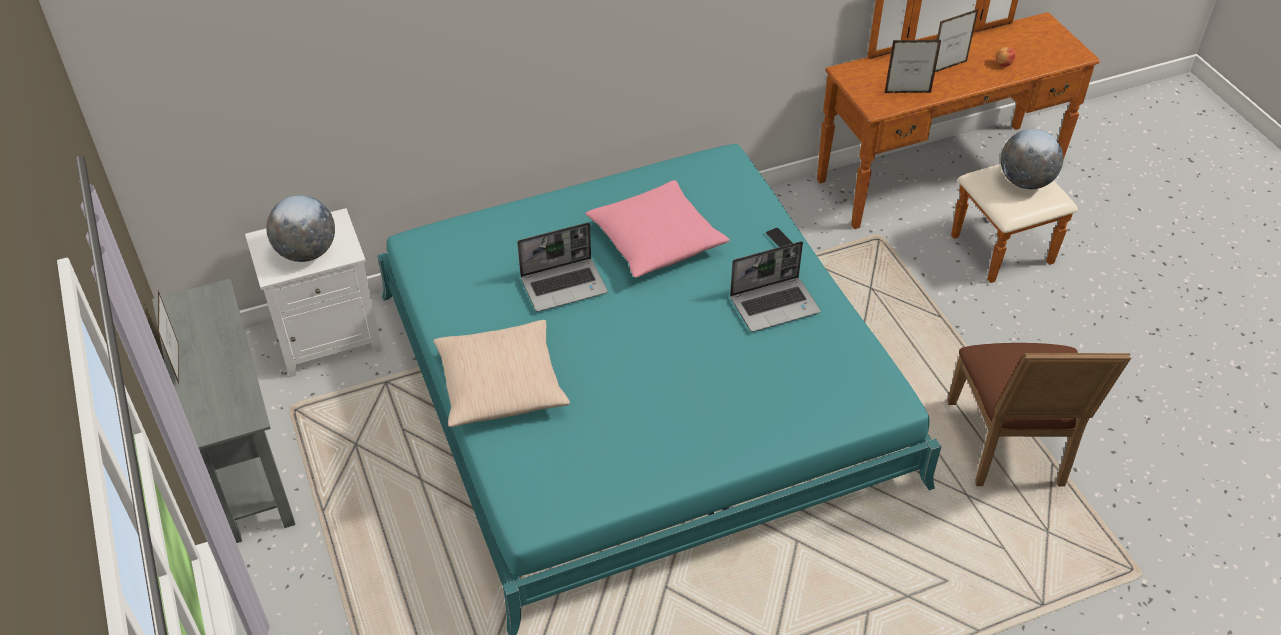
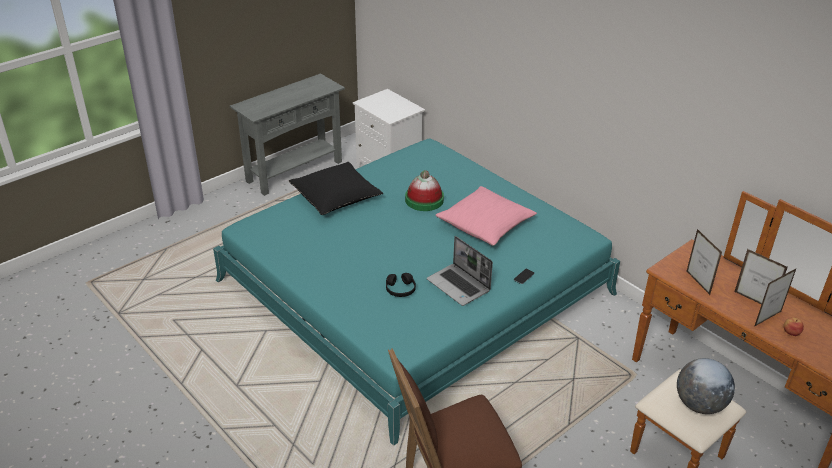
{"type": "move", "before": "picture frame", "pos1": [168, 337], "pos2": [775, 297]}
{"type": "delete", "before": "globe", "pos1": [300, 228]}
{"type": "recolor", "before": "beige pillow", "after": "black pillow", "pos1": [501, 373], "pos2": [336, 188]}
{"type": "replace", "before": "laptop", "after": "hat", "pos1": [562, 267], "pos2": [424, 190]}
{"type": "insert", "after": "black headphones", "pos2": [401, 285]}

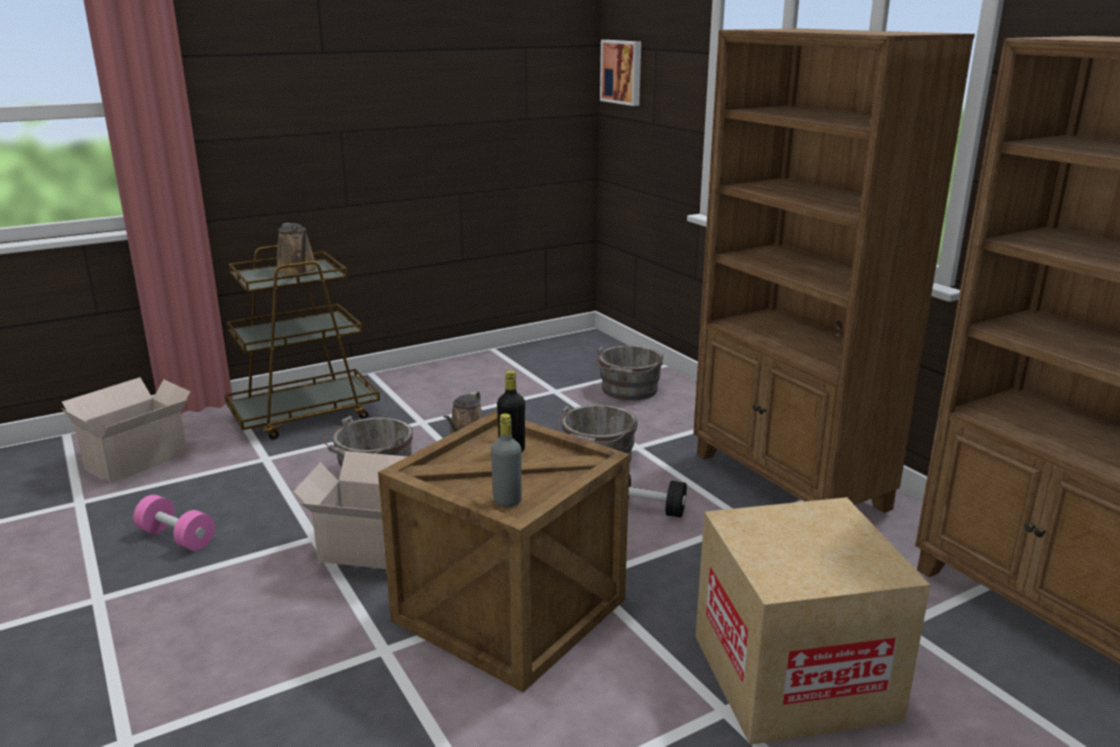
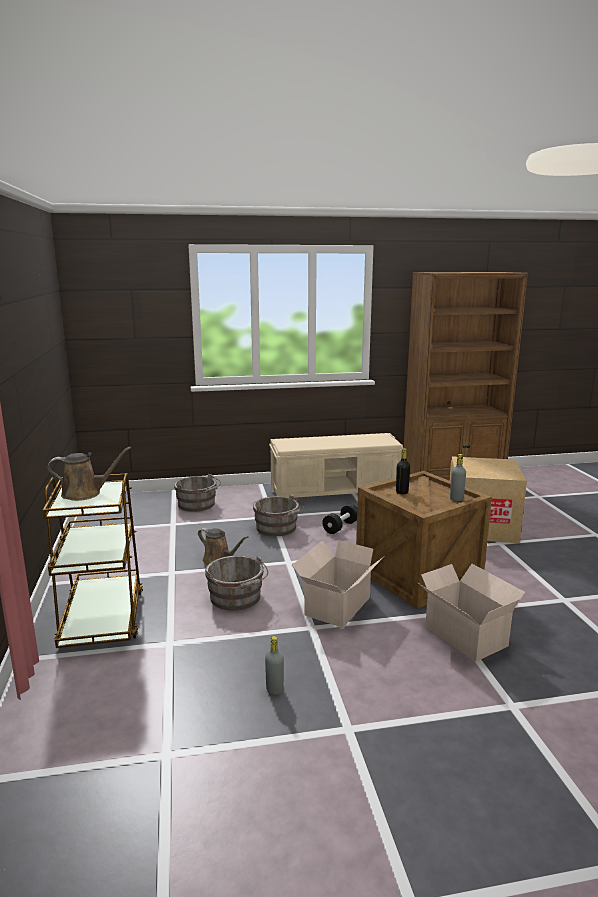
{"type": "move", "before": "cardboard box", "pos1": [126, 430], "pos2": [471, 613]}
{"type": "replace", "before": "pink dumbbell", "after": "grey bottle", "pos1": [174, 523], "pos2": [274, 665]}
{"type": "delete", "before": "picture", "pos1": [620, 73]}
{"type": "replace", "before": "brown bookcase", "after": "beige bench", "pos1": [834, 271], "pos2": [336, 465]}

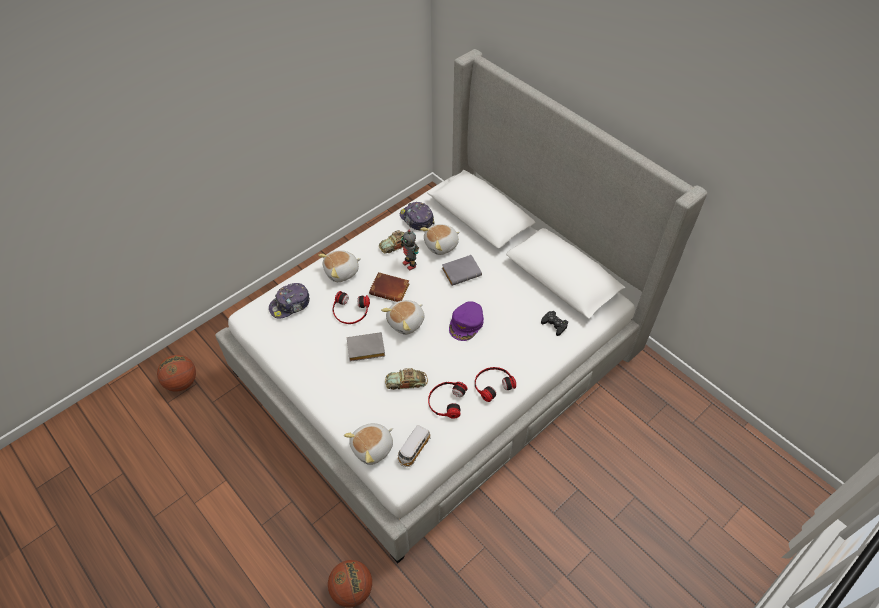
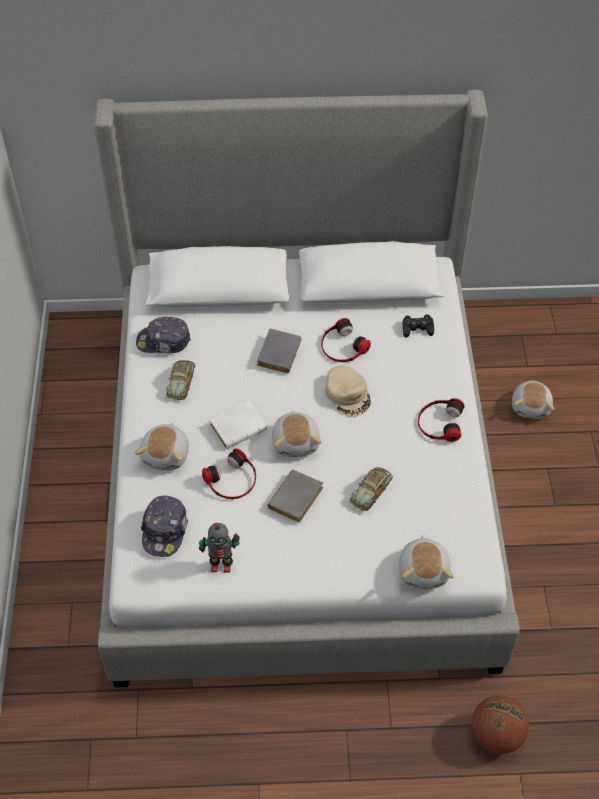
{"type": "delete", "before": "basketball", "pos1": [176, 373]}
{"type": "recolor", "before": "brown book", "after": "white book", "pos1": [389, 287], "pos2": [238, 425]}
{"type": "delete", "before": "toy car", "pos1": [414, 446]}
{"type": "move", "before": "toy robot", "pos1": [410, 250], "pos2": [219, 548]}
{"type": "move", "before": "plush toy", "pos1": [440, 239], "pos2": [533, 399]}
{"type": "move", "before": "headphones", "pos1": [448, 400], "pos2": [346, 340]}
{"type": "recolor", "before": "purple cap", "after": "beige cap", "pos1": [466, 321], "pos2": [348, 391]}

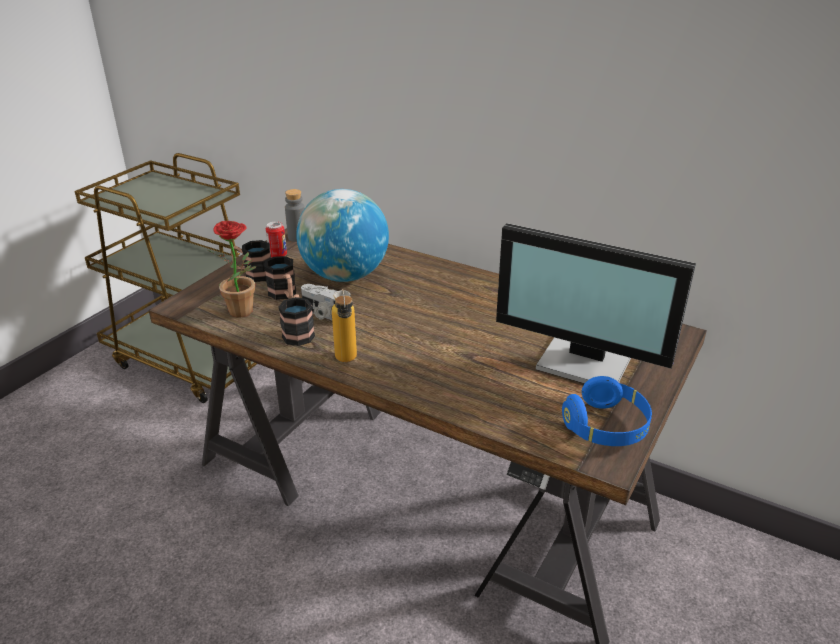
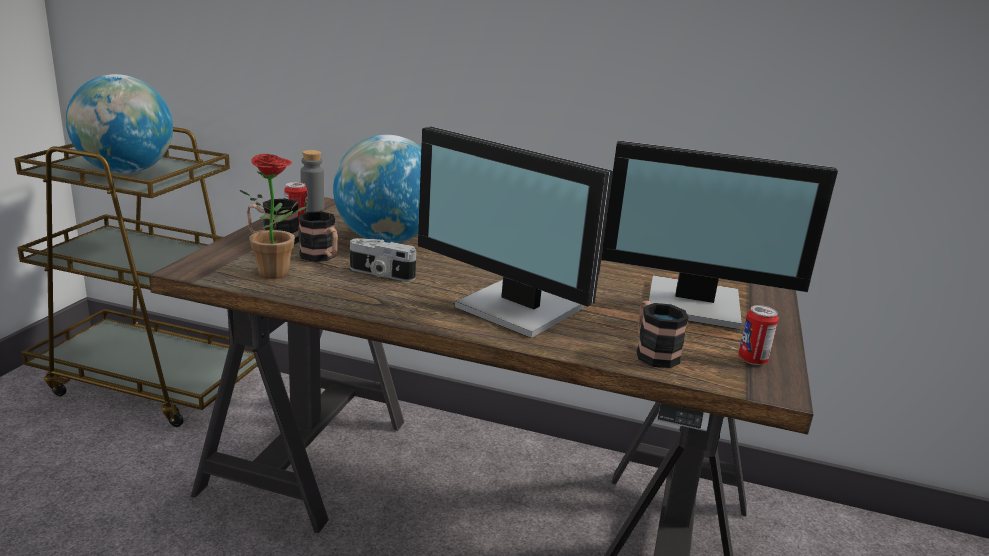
{"type": "move", "before": "mug", "pos1": [297, 320], "pos2": [662, 334]}
{"type": "delete", "before": "bottle", "pos1": [344, 325]}
{"type": "replace", "before": "blue headphones", "after": "can", "pos1": [607, 411], "pos2": [758, 335]}
{"type": "insert", "after": "globe", "pos2": [119, 123]}
{"type": "insert", "after": "monitor", "pos2": [515, 232]}

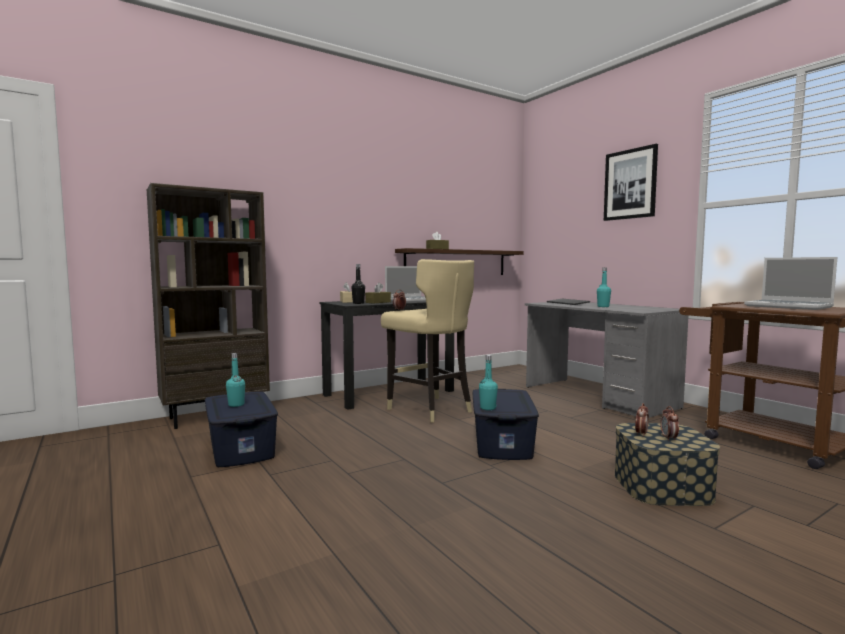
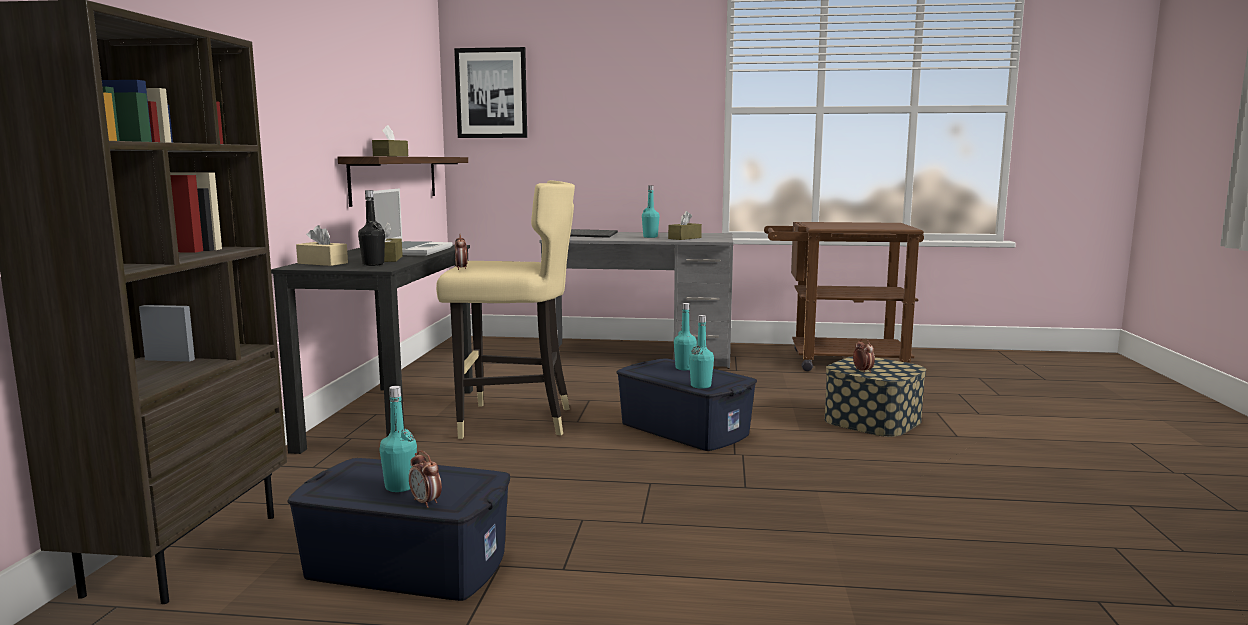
{"type": "move", "before": "picture", "pos1": [631, 182], "pos2": [490, 92]}
{"type": "move", "before": "alarm clock", "pos1": [669, 423], "pos2": [425, 479]}
{"type": "delete", "before": "laptop", "pos1": [790, 283]}
{"type": "insert", "after": "brown tissue box", "pos2": [685, 225]}
{"type": "insert", "after": "turquoise bottle", "pos2": [685, 336]}

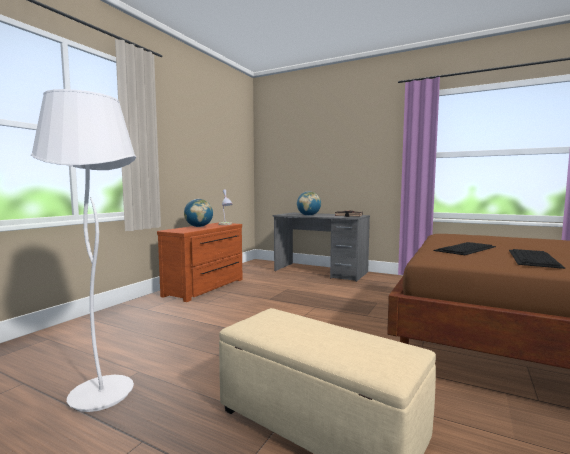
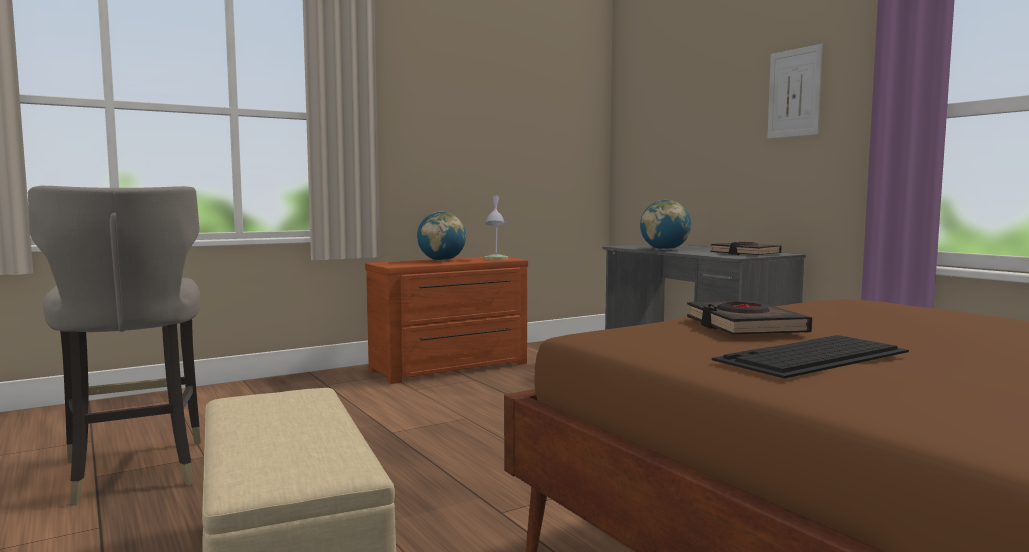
{"type": "replace", "before": "white floor lamp", "after": "grey stool", "pos1": [83, 250], "pos2": [114, 345]}
{"type": "replace", "before": "keyboard", "after": "black book", "pos1": [464, 248], "pos2": [749, 318]}
{"type": "insert", "after": "picture", "pos2": [795, 91]}

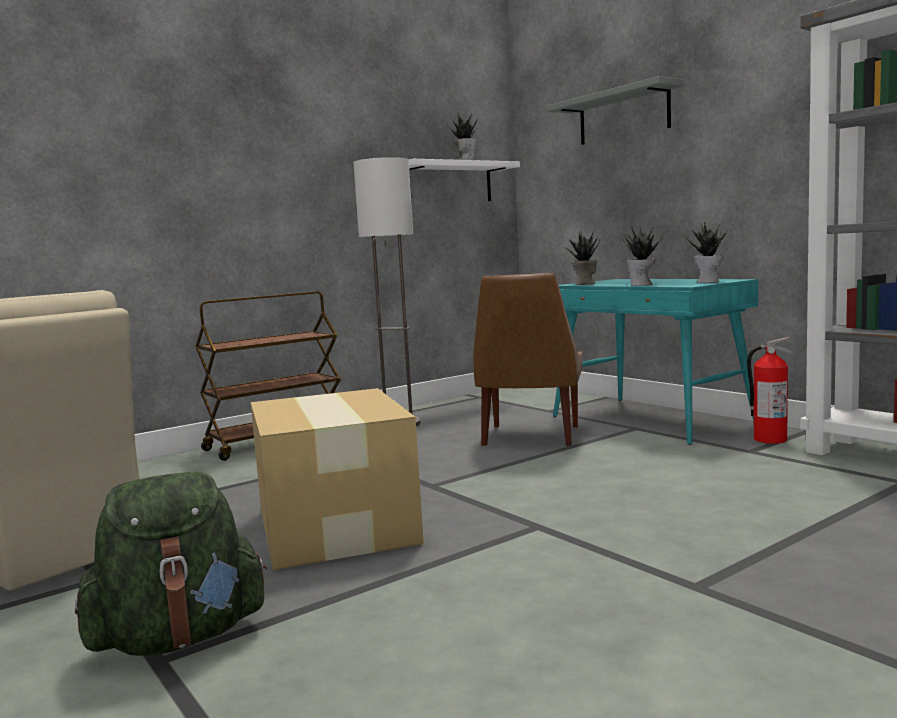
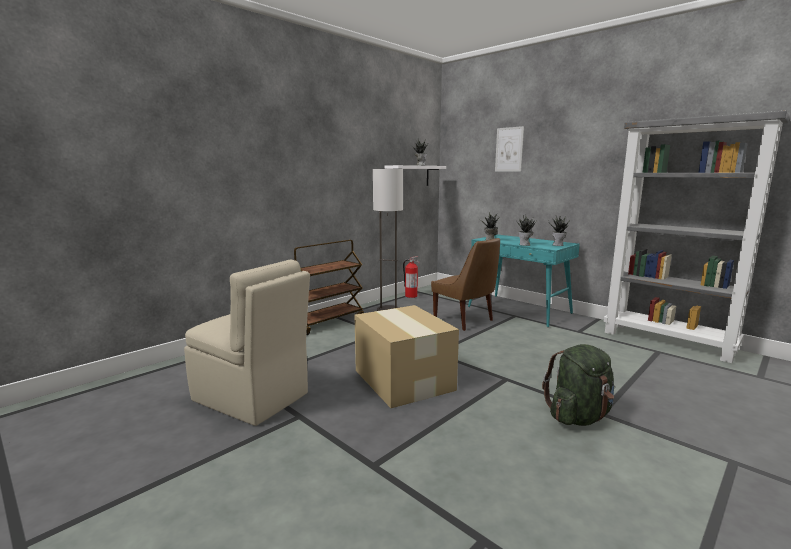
{"type": "move", "before": "green backpack", "pos1": [171, 563], "pos2": [578, 385]}
{"type": "rotate", "before": "brown chair", "pos1": [528, 360], "pos2": [465, 284], "turn": -45}
{"type": "replace", "before": "grey shelf", "after": "picture", "pos1": [615, 110], "pos2": [509, 149]}
{"type": "move", "before": "fire extinguisher", "pos1": [769, 390], "pos2": [411, 277]}

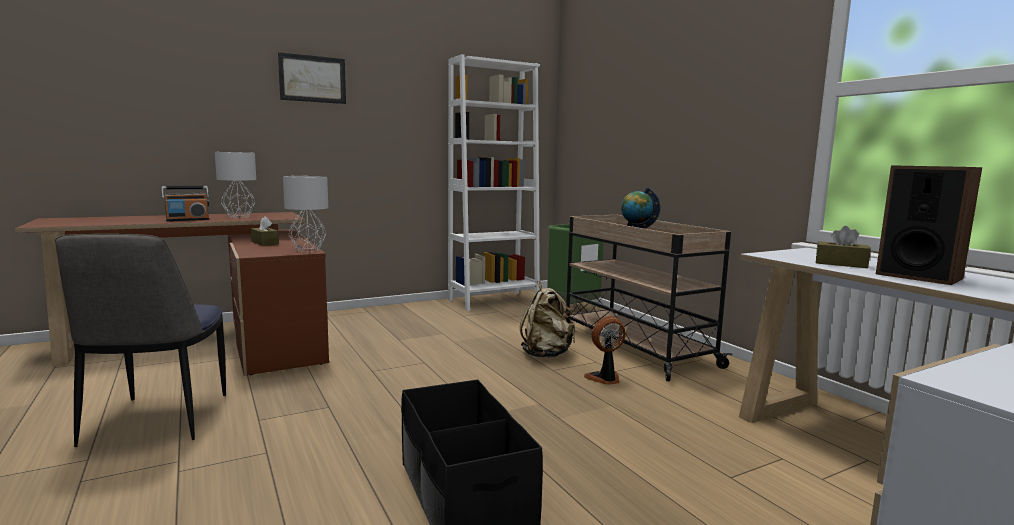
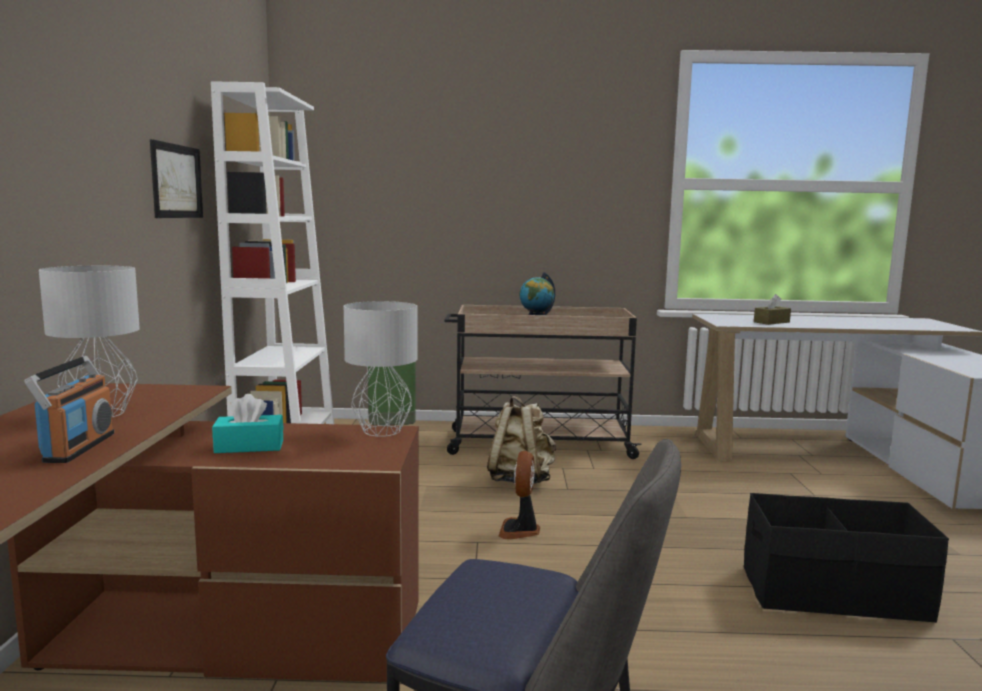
{"type": "recolor", "before": "brown tissue box", "after": "turquoise tissue box", "pos1": [265, 231], "pos2": [248, 423]}
{"type": "move", "before": "picture", "pos1": [312, 78], "pos2": [176, 178]}
{"type": "move", "before": "fan", "pos1": [605, 350], "pos2": [519, 495]}
{"type": "delete", "before": "speaker", "pos1": [929, 225]}

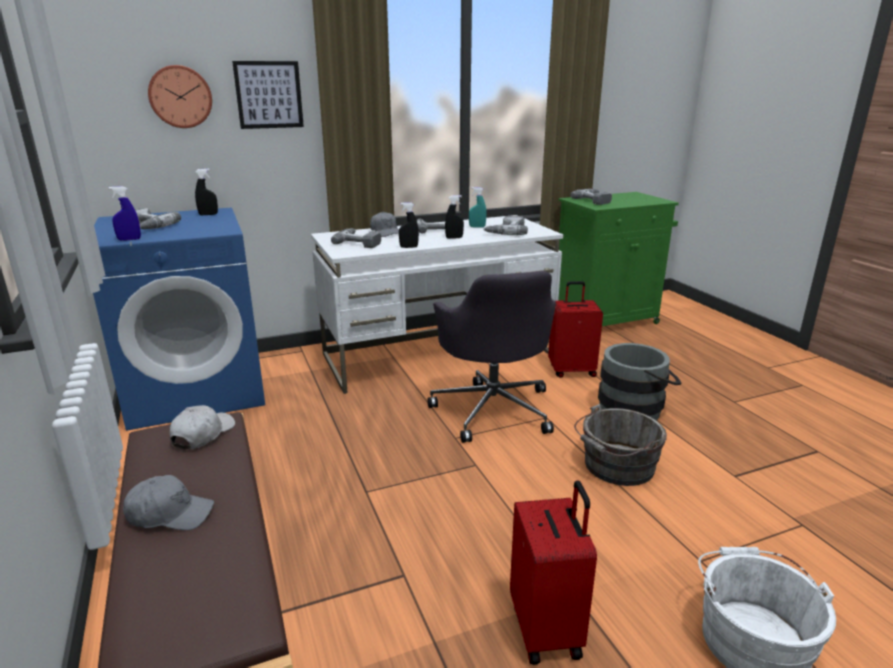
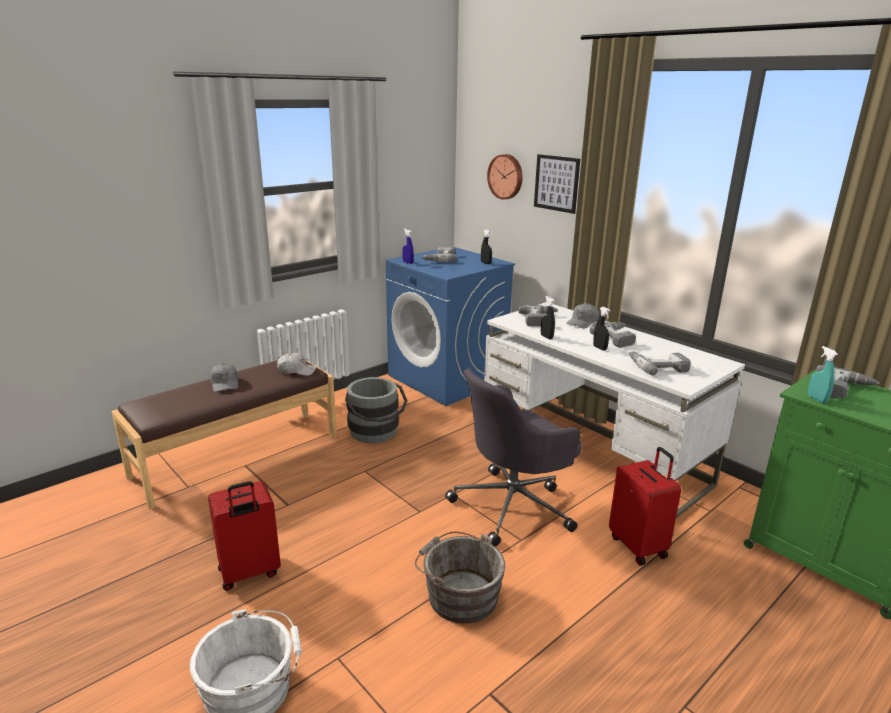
{"type": "move", "before": "turquoise spray bottle", "pos1": [477, 207], "pos2": [823, 375]}
{"type": "move", "before": "grey bucket", "pos1": [639, 382], "pos2": [376, 410]}

